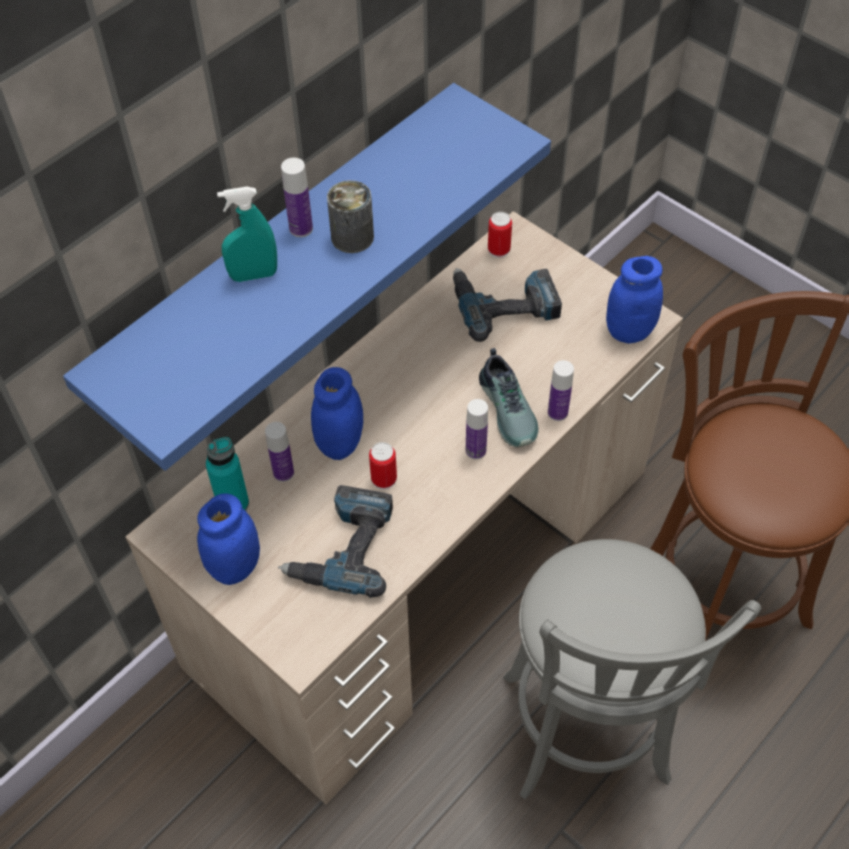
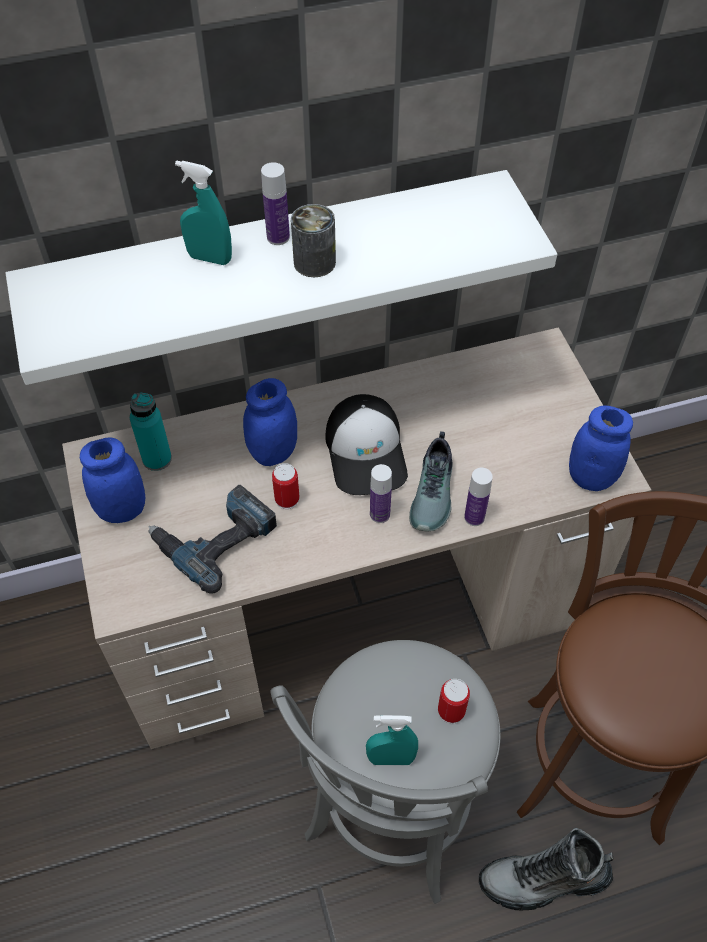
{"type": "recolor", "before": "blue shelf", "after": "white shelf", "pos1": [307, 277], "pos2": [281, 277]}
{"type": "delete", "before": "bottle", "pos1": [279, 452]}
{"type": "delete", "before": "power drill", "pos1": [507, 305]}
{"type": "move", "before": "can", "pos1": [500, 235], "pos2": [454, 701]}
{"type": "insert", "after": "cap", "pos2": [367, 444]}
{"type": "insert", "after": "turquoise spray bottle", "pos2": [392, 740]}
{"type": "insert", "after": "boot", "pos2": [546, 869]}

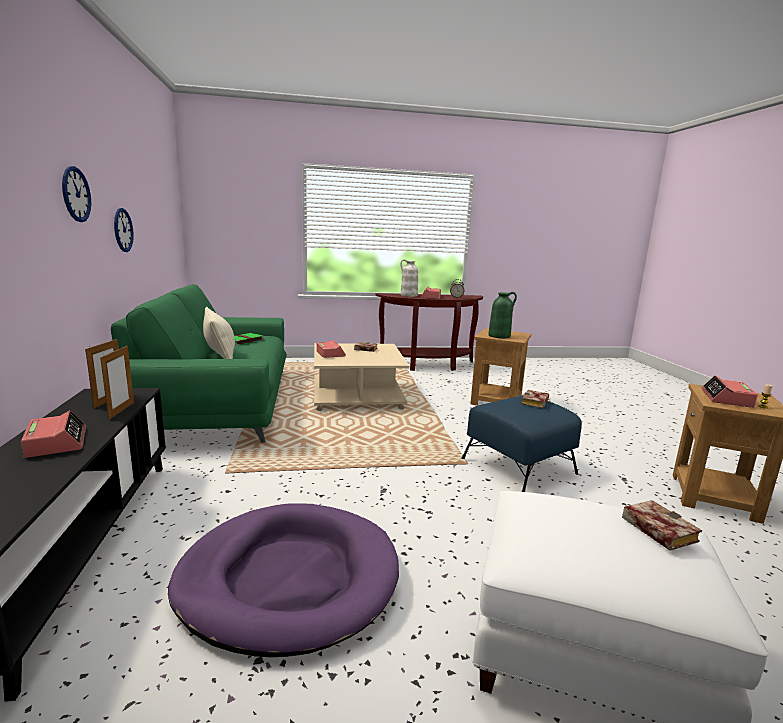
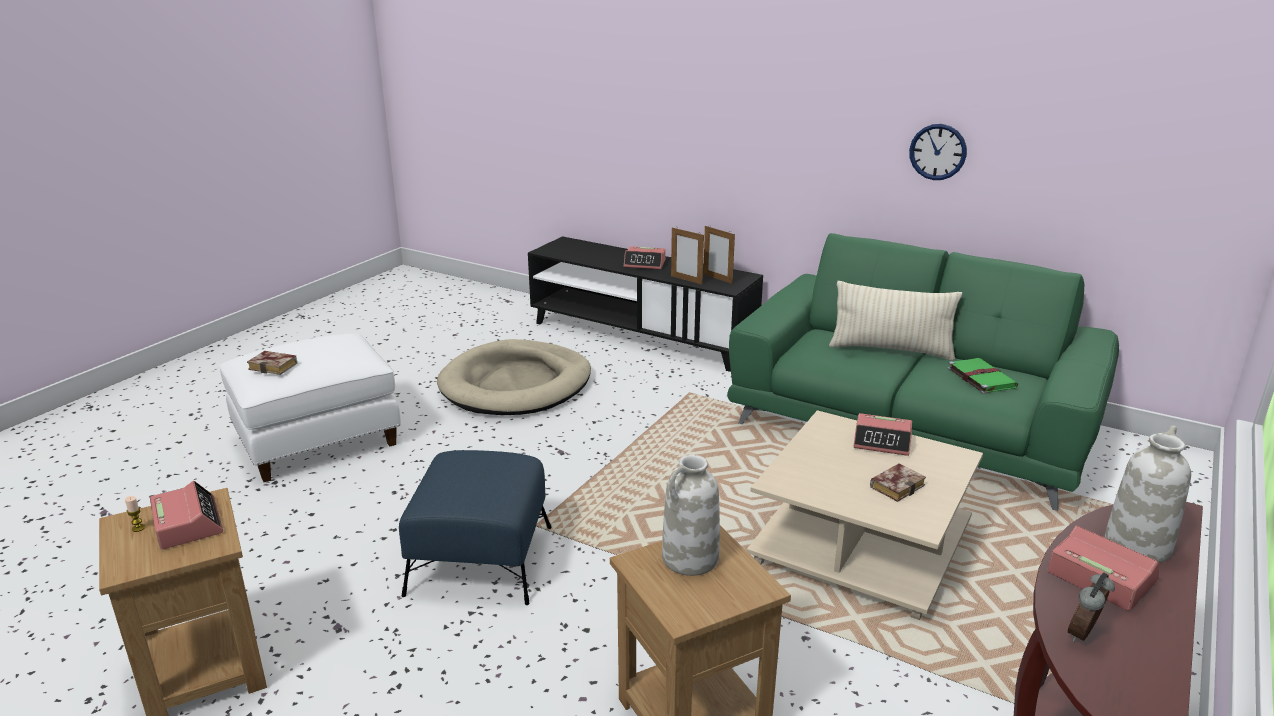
{"type": "delete", "before": "wall clock", "pos1": [76, 194]}
{"type": "recolor", "before": "purple dog bed", "after": "beige dog bed", "pos1": [283, 580], "pos2": [514, 377]}
{"type": "recolor", "before": "green vase", "after": "white vase", "pos1": [502, 315], "pos2": [691, 515]}
{"type": "delete", "before": "book", "pos1": [535, 399]}

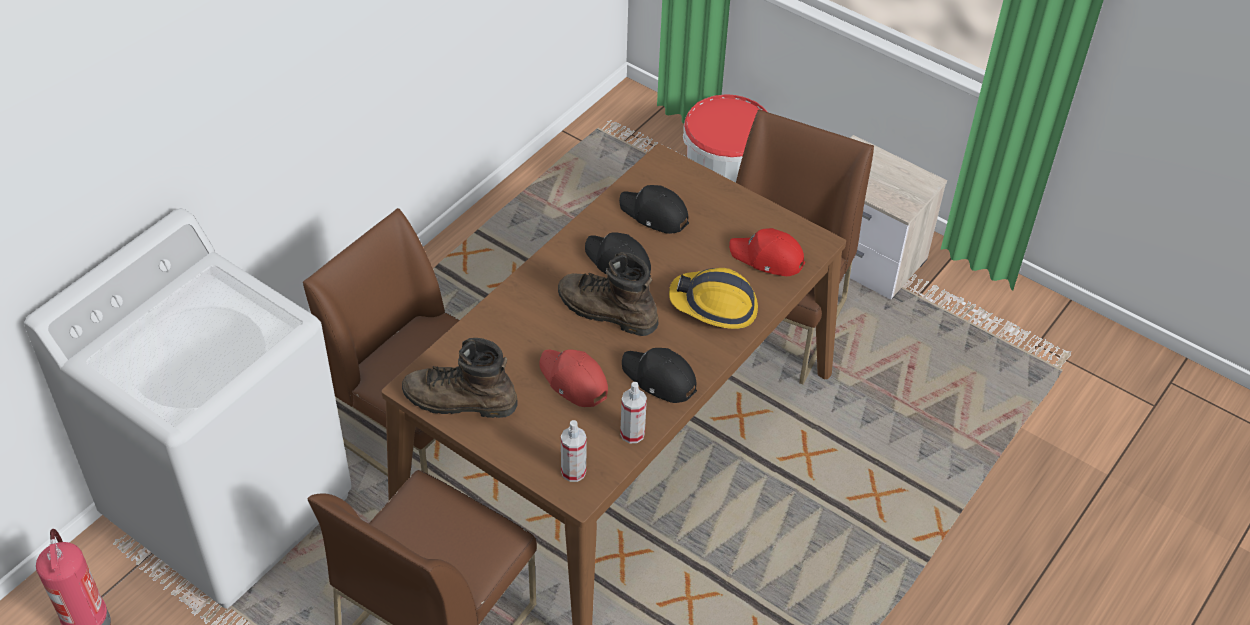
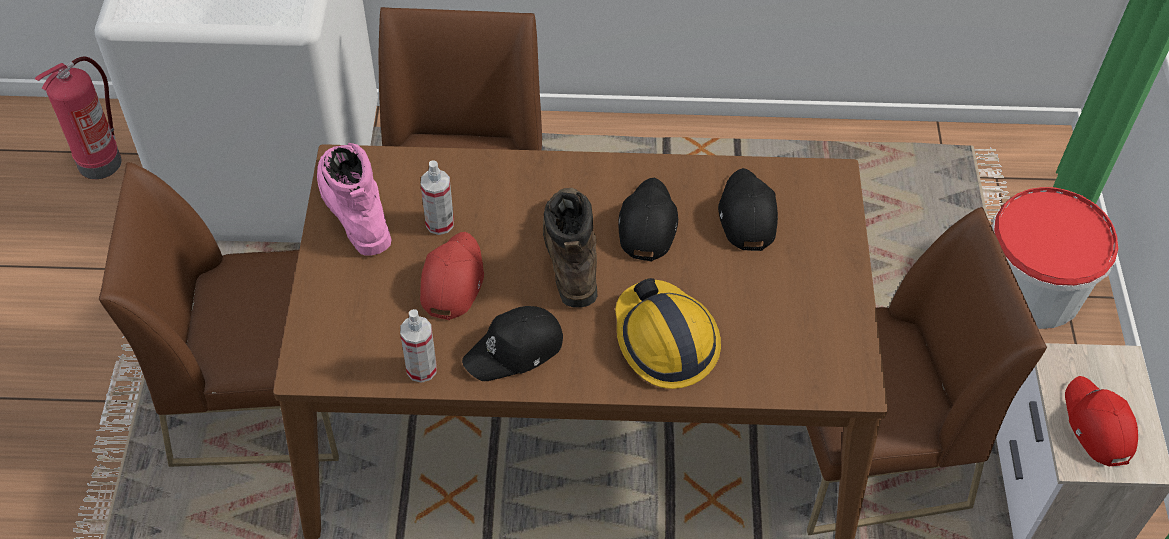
{"type": "recolor", "before": "brown boot", "after": "pink boot", "pos1": [460, 378], "pos2": [354, 199]}
{"type": "move", "before": "spray bottle", "pos1": [574, 451], "pos2": [437, 197]}
{"type": "rotate", "before": "black cap", "pos1": [659, 375], "pos2": [512, 343], "turn": -120}
{"type": "move", "before": "red cap", "pos1": [767, 252], "pos2": [1101, 421]}

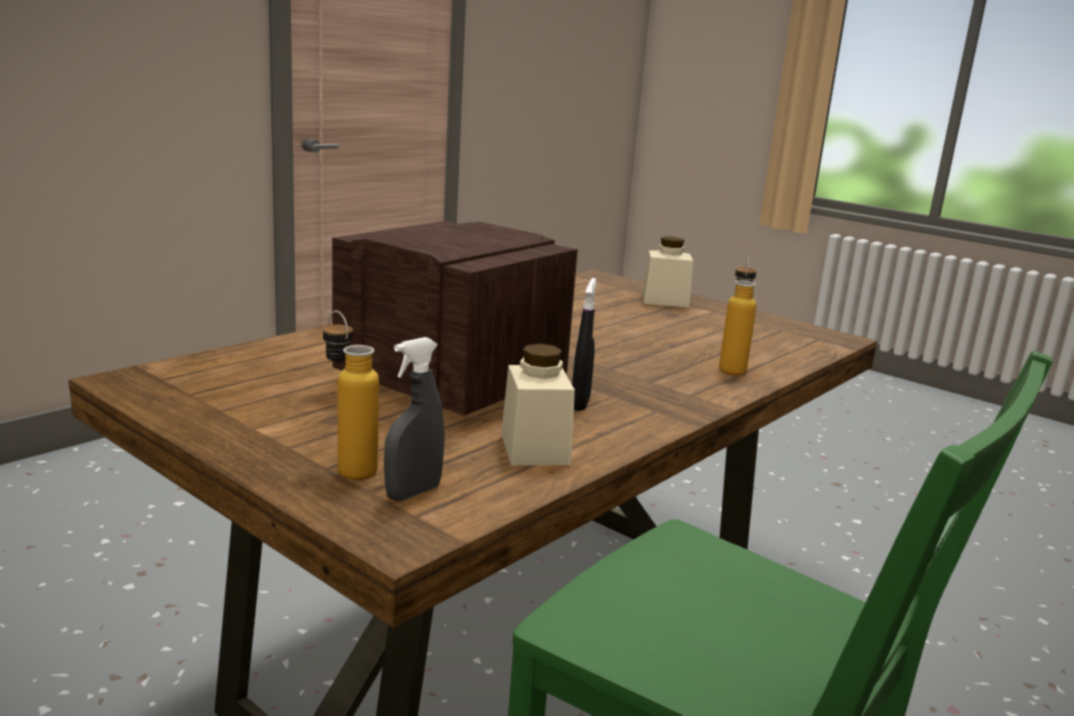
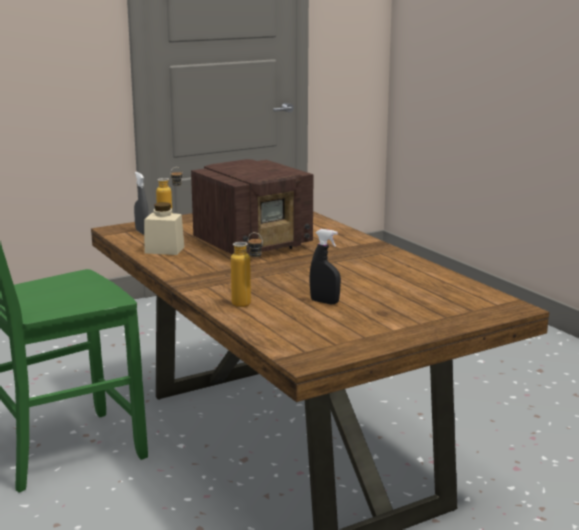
{"type": "move", "before": "black spray bottle", "pos1": [584, 344], "pos2": [325, 266]}
{"type": "delete", "before": "beige jar", "pos1": [667, 272]}

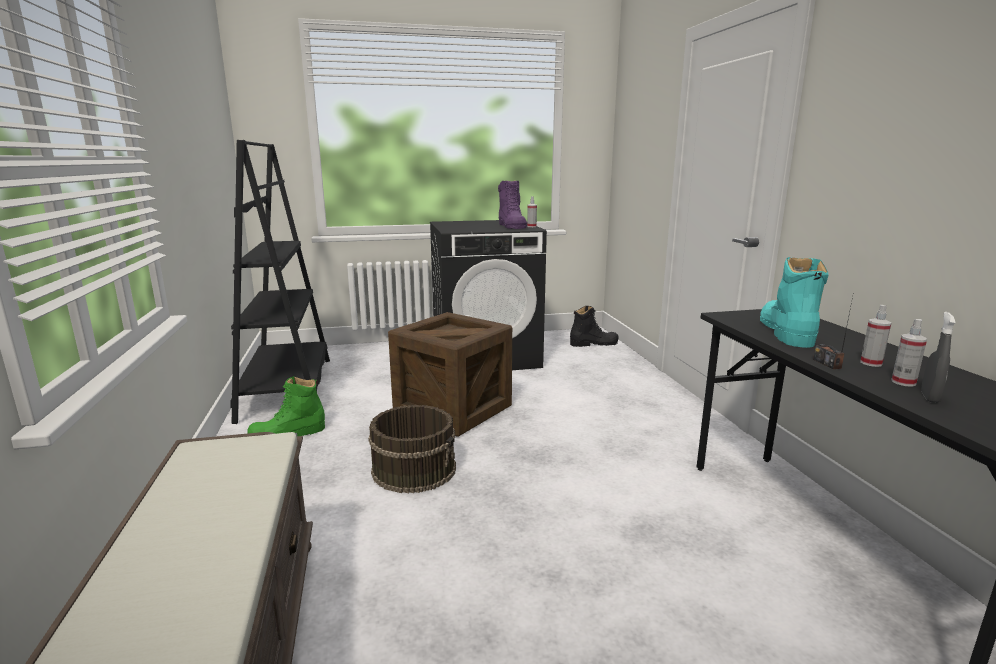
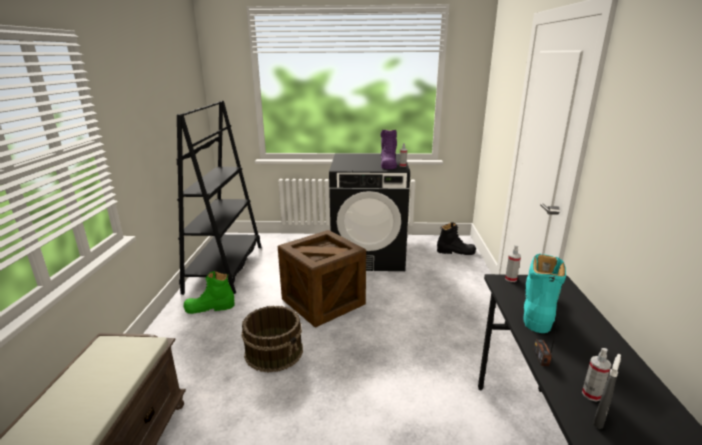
{"type": "move", "before": "spray bottle", "pos1": [876, 336], "pos2": [513, 263]}

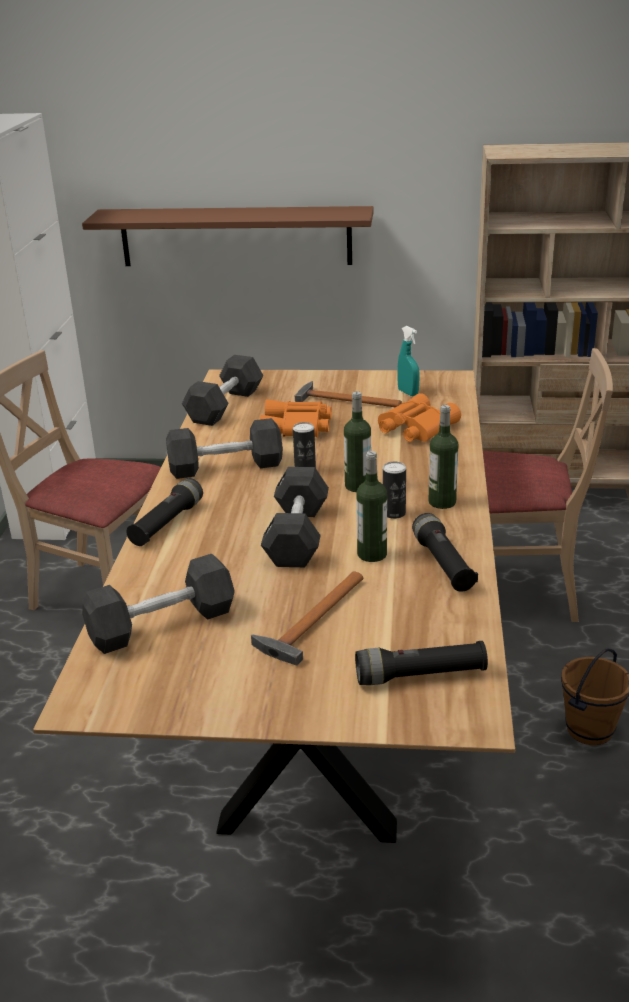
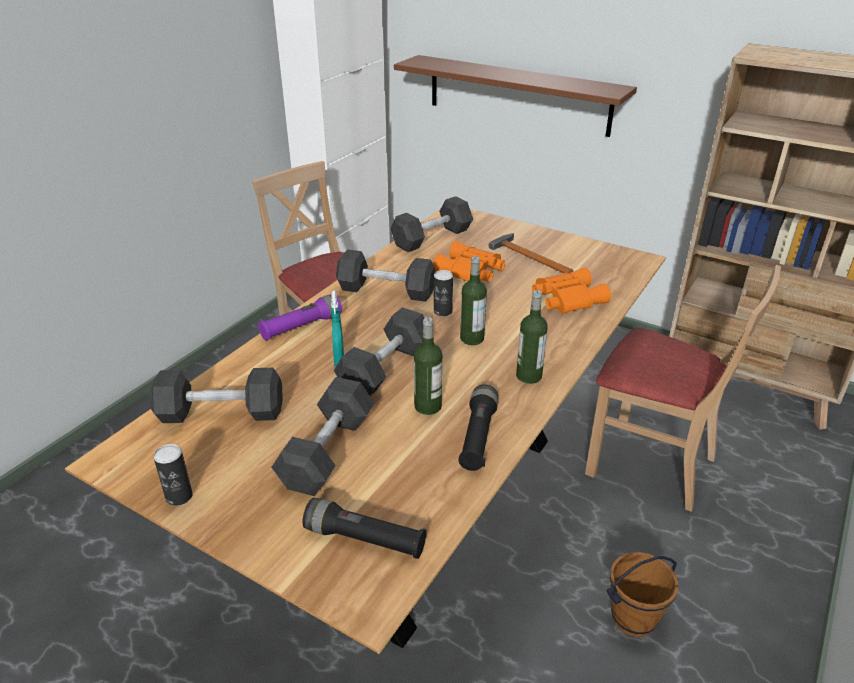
{"type": "recolor", "before": "black flashlight", "after": "purple flashlight", "pos1": [164, 512], "pos2": [300, 317]}
{"type": "replace", "before": "hammer", "after": "black dumbbell", "pos1": [307, 619], "pos2": [322, 436]}
{"type": "move", "before": "can", "pos1": [394, 490], "pos2": [173, 475]}
{"type": "move", "before": "turquoise spray bottle", "pos1": [408, 361], "pos2": [337, 328]}

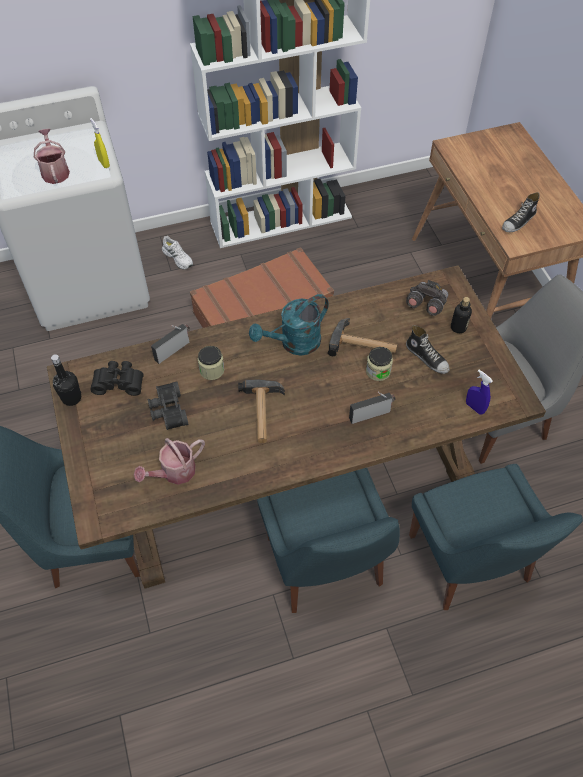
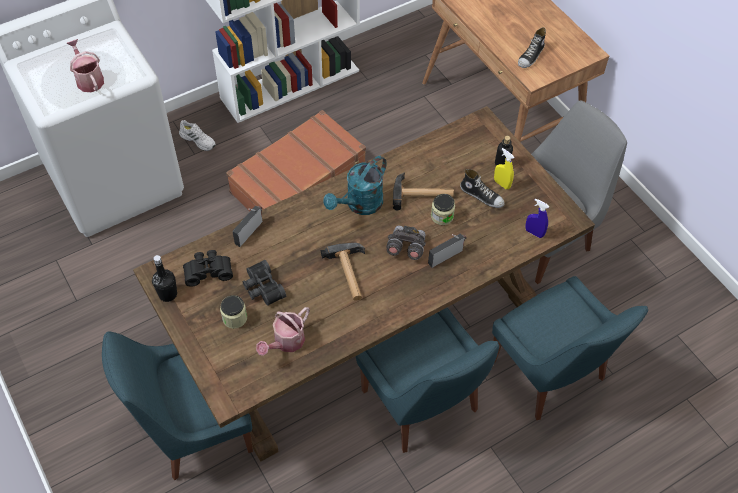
{"type": "move", "before": "yellow spray bottle", "pos1": [100, 143], "pos2": [504, 168]}
{"type": "move", "before": "jar", "pos1": [211, 363], "pos2": [233, 312]}
{"type": "move", "before": "grey binoculars", "pos1": [427, 298], "pos2": [406, 243]}

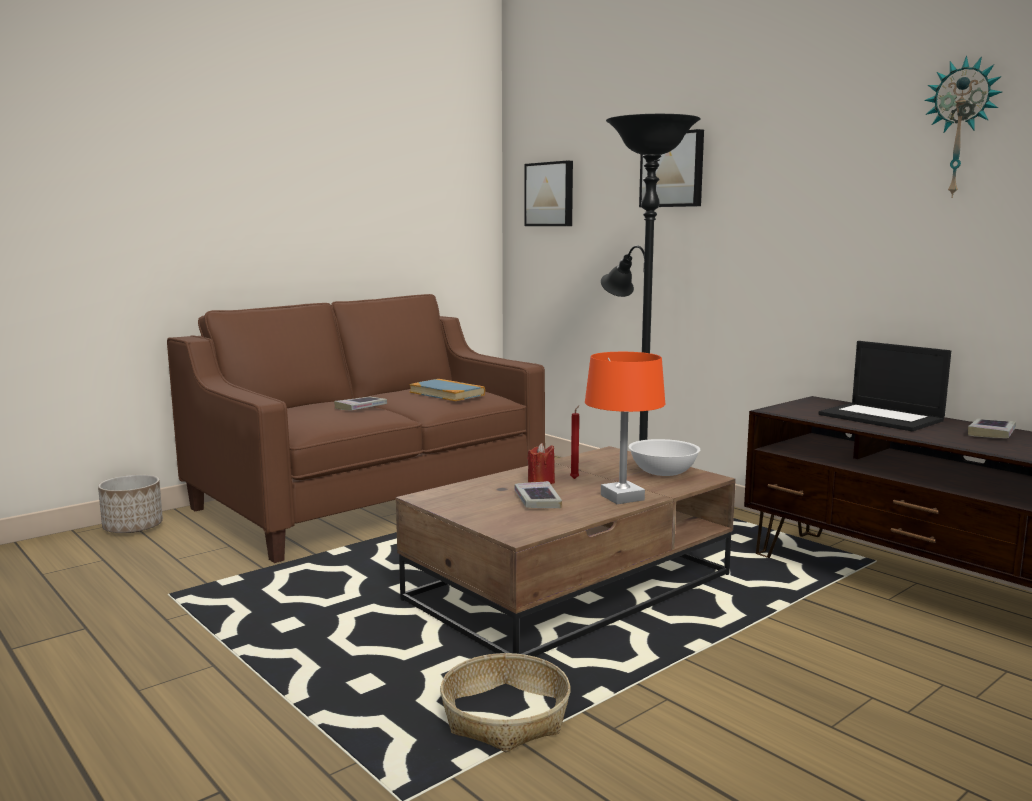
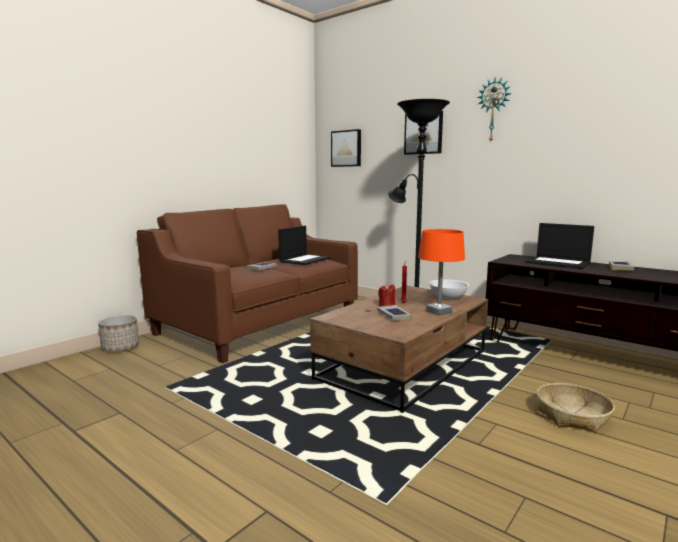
{"type": "replace", "before": "book", "after": "laptop", "pos1": [447, 390], "pos2": [304, 245]}
{"type": "move", "before": "basket", "pos1": [505, 702], "pos2": [576, 408]}
{"type": "move", "before": "wall clock", "pos1": [963, 127], "pos2": [494, 109]}

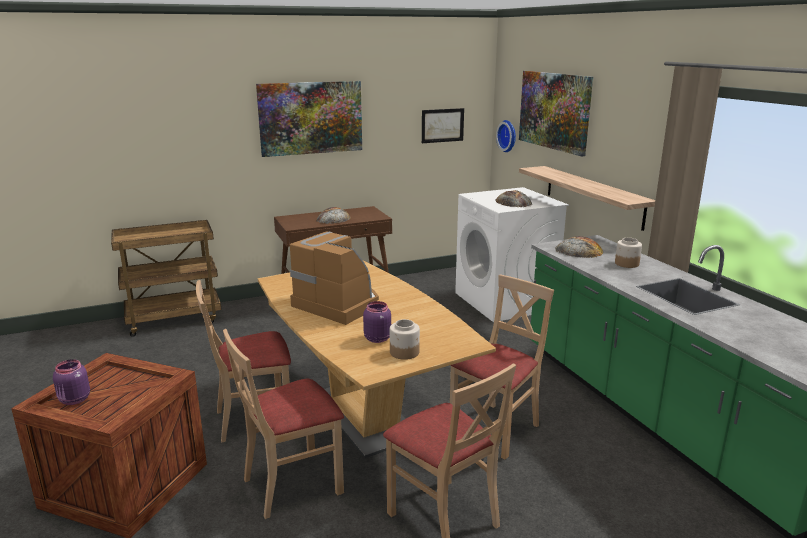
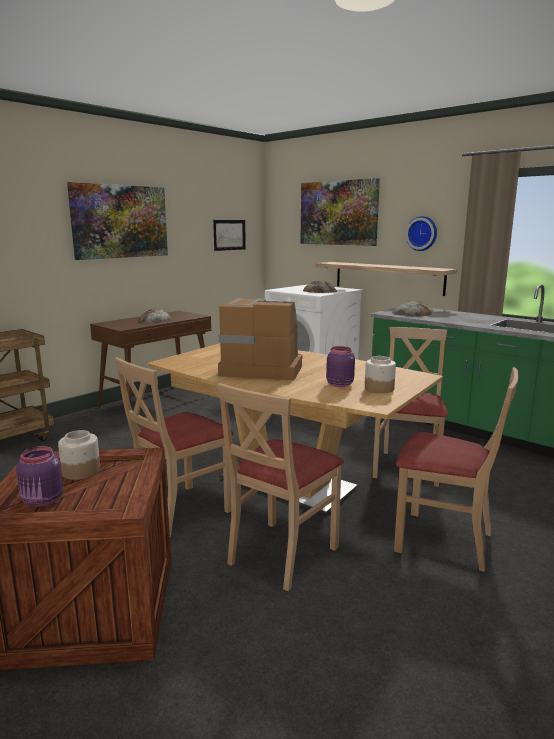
{"type": "move", "before": "wall clock", "pos1": [506, 136], "pos2": [421, 233]}
{"type": "move", "before": "jar", "pos1": [628, 253], "pos2": [79, 455]}

